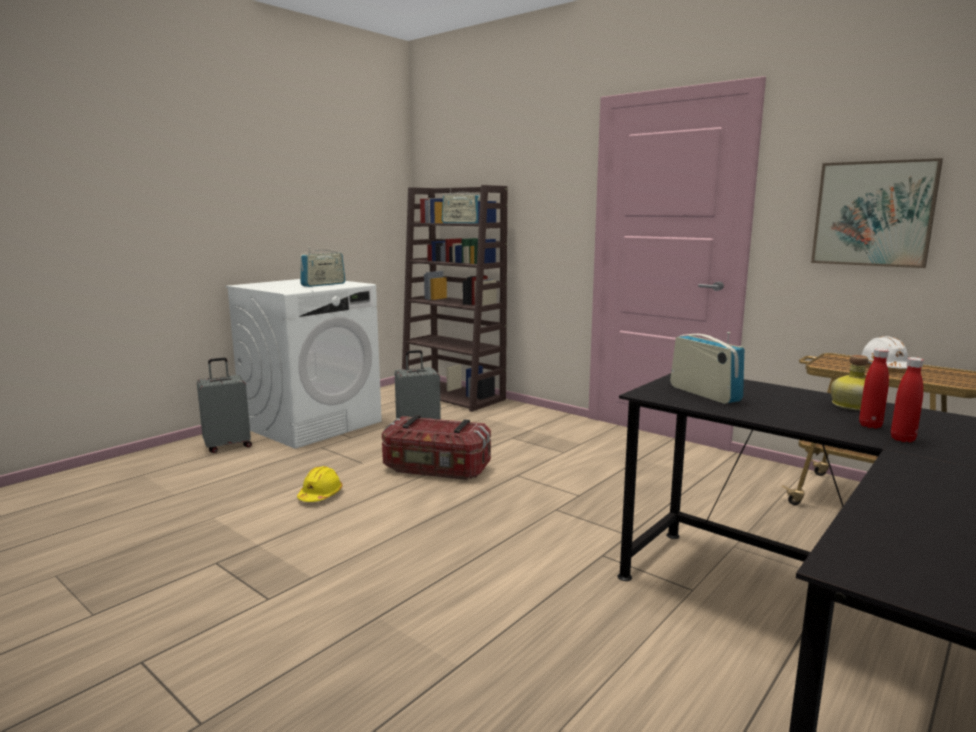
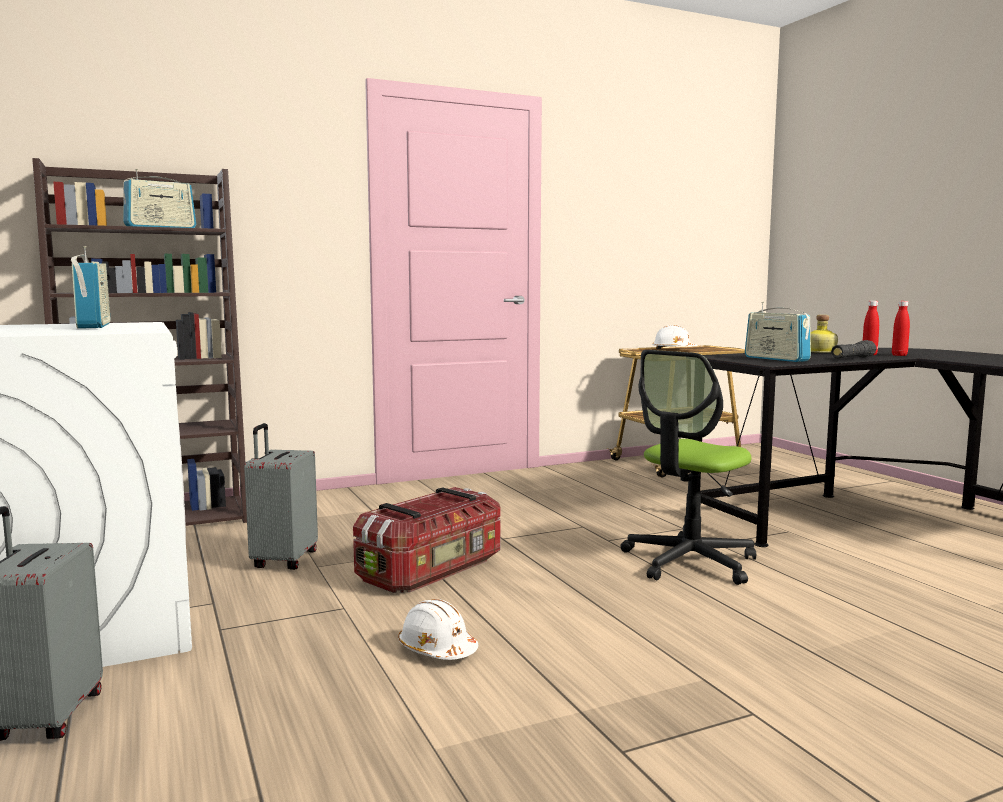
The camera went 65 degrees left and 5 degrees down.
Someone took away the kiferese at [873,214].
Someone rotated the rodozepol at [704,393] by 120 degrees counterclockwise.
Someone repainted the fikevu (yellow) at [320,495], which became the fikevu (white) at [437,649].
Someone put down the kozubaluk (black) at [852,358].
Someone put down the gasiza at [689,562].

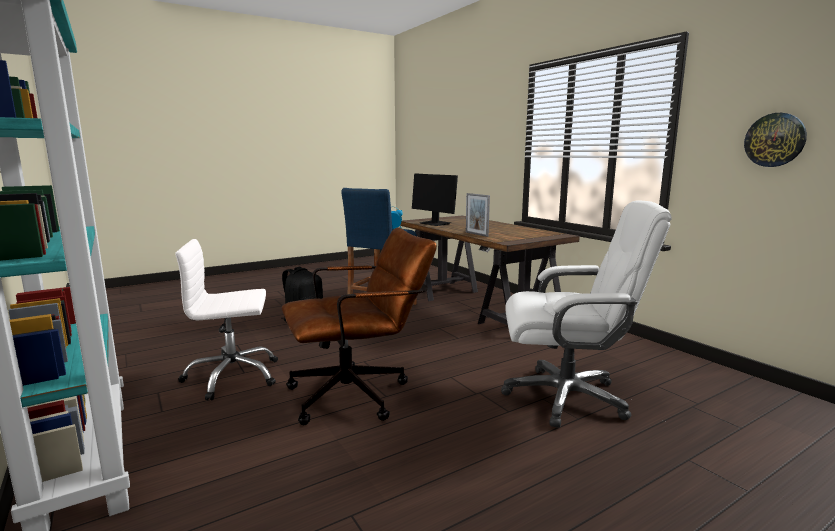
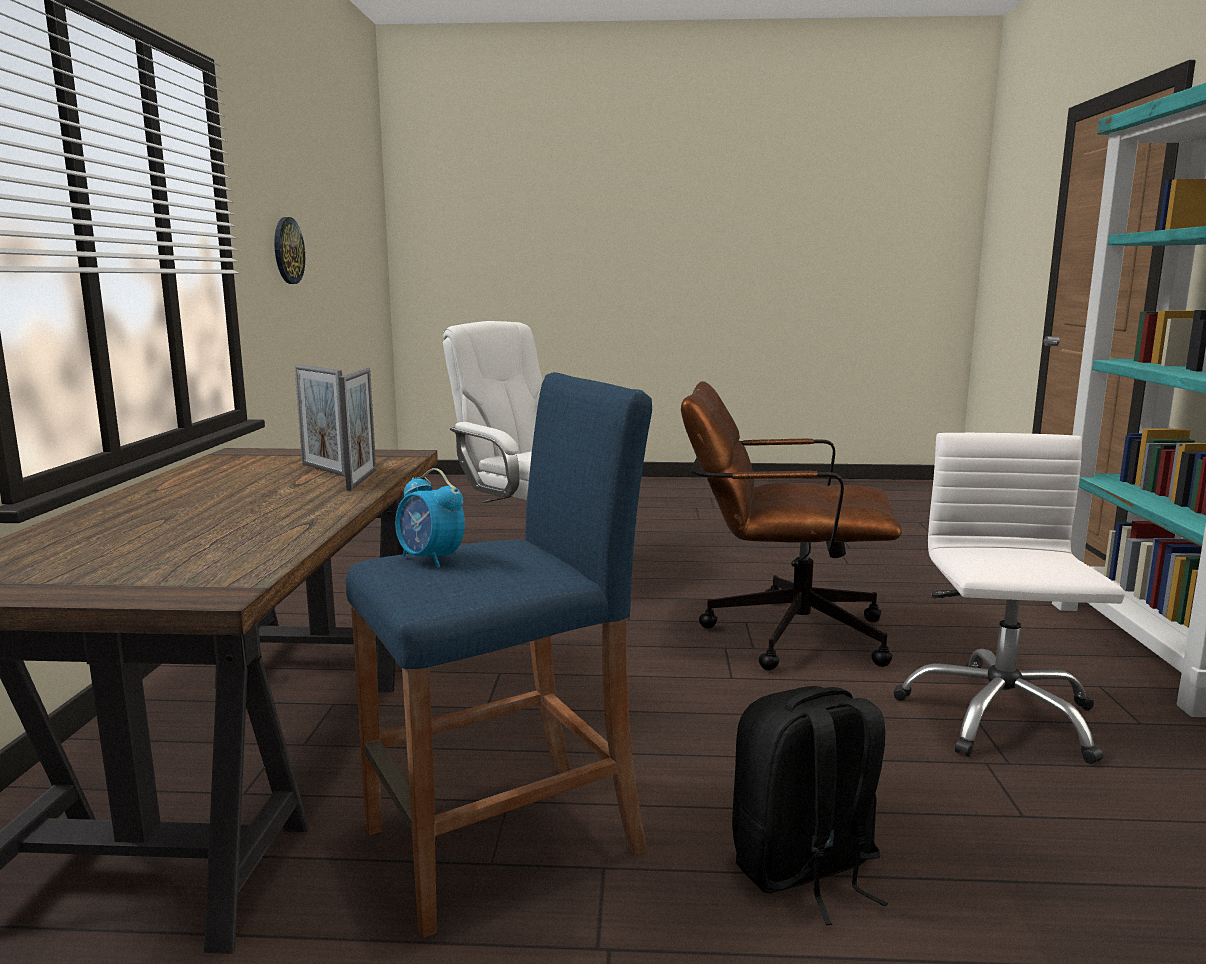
The camera went 145 degrees left and 0 degrees up.
Someone took away the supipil at [435,223].
Someone rotated the gasiza (white) at [232,376] by 105 degrees counterclockwise.
Someone put down the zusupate at [324,470].

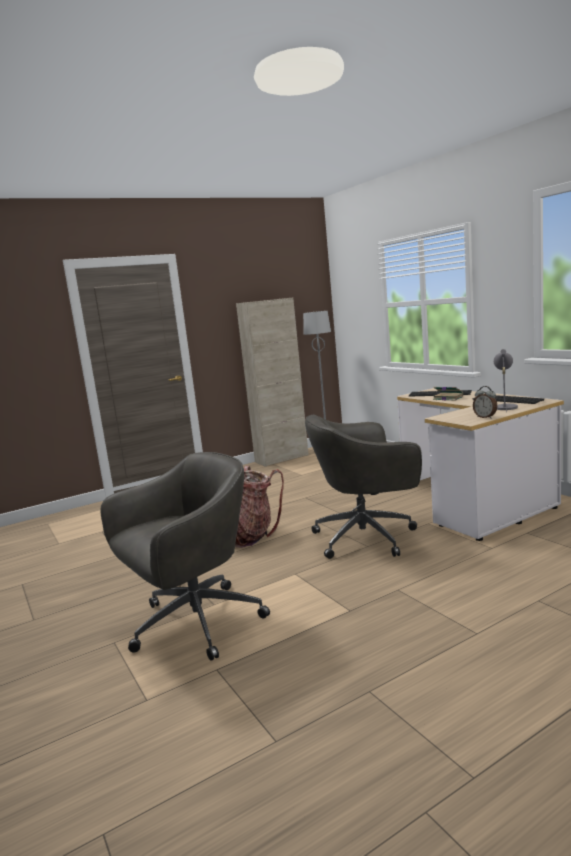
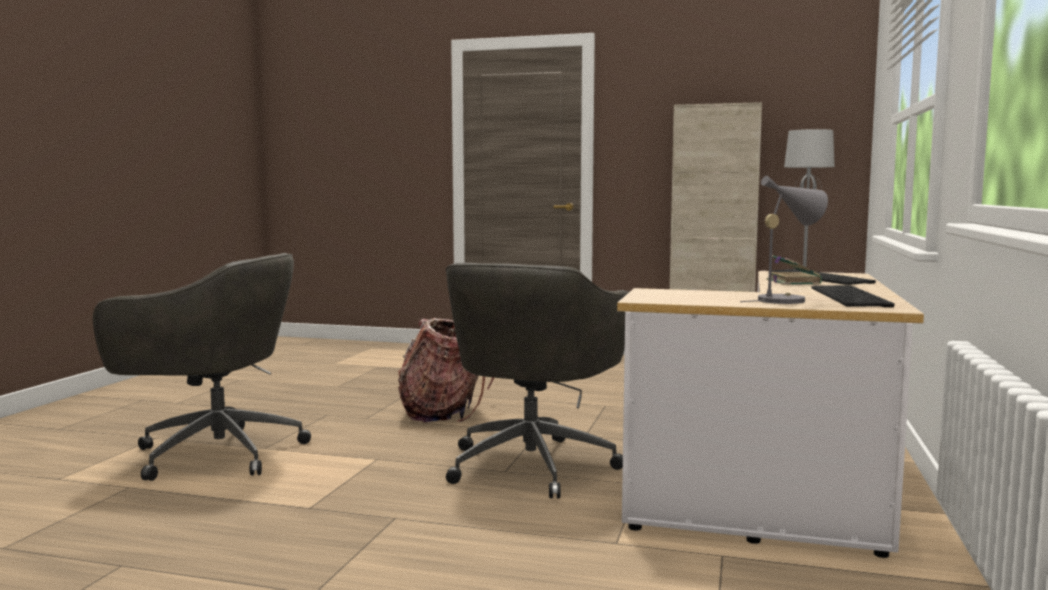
The camera went 45 degrees right and 5 degrees down.
Someone took away the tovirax at [485,417].
Someone rotated the gasiza (grey) at [367,537] by 105 degrees counterclockwise.

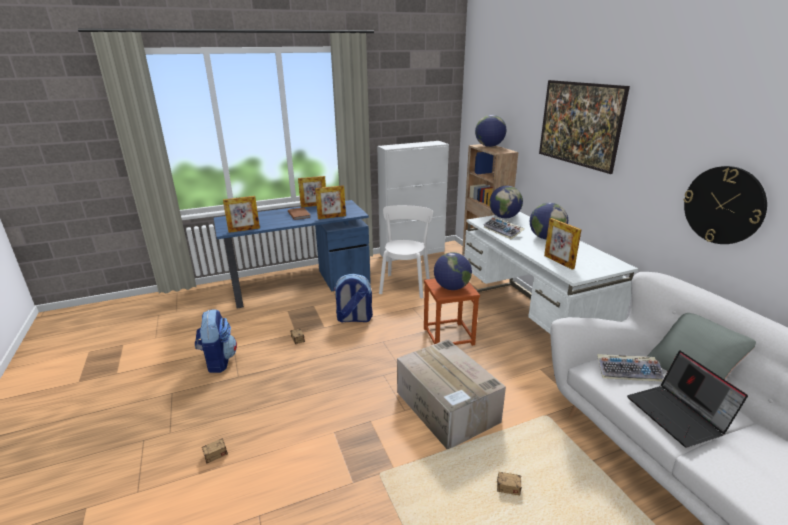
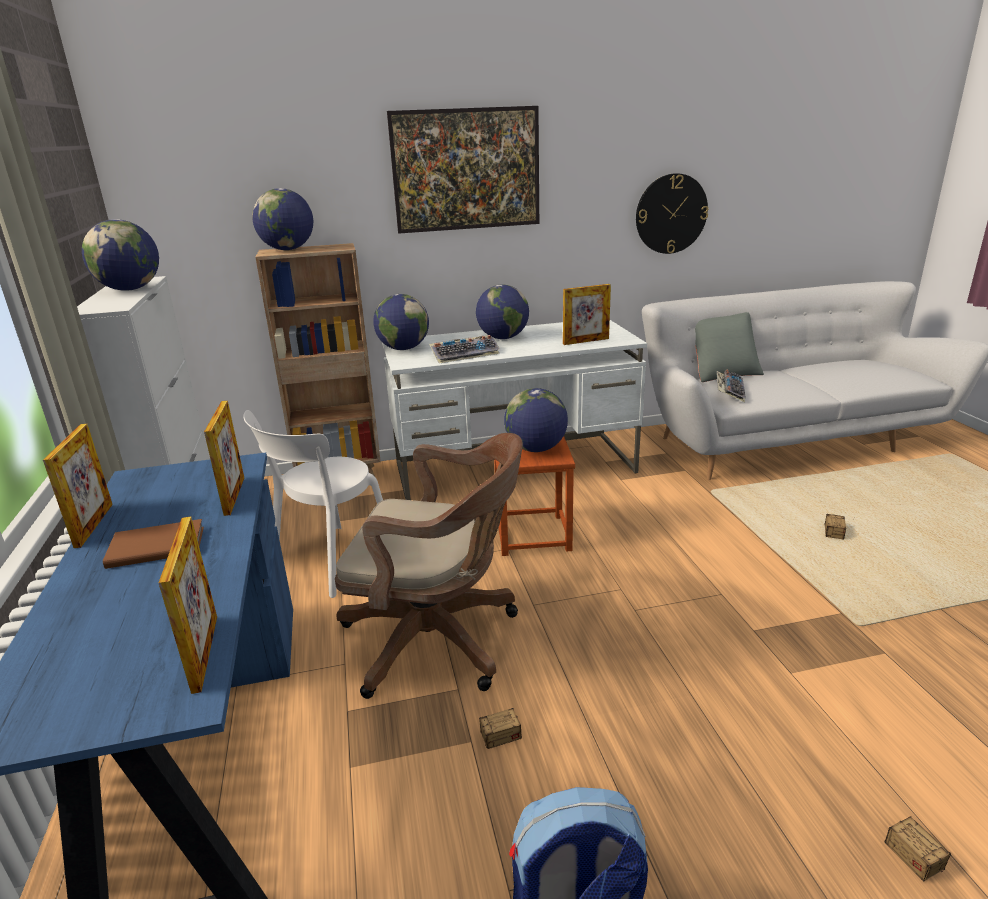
The camera went 80 degrees left and 0 degrees up.
Someone rotated the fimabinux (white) at [405,284] by 75 degrees counterclockwise.
Someone swapped the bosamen at [353,319] for the gasiza (brown) at [439,640].
Someone took away the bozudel at [448,407].
Someone took away the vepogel at [678,415].
Someone put down the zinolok at [130,289].

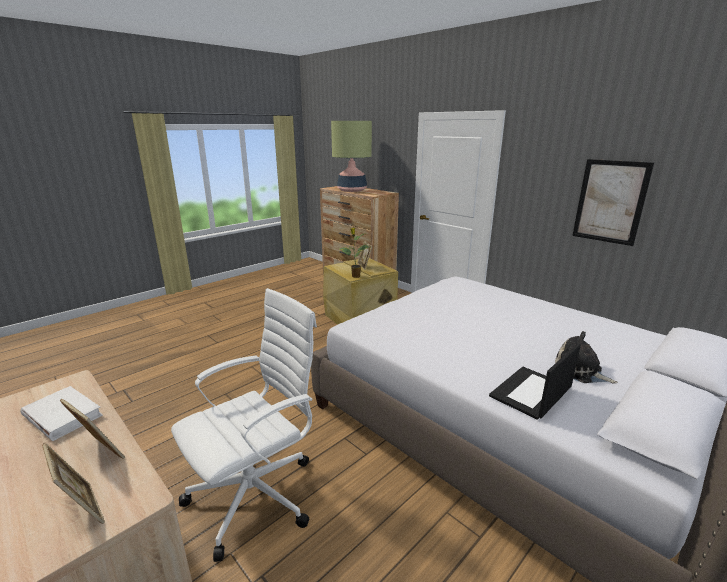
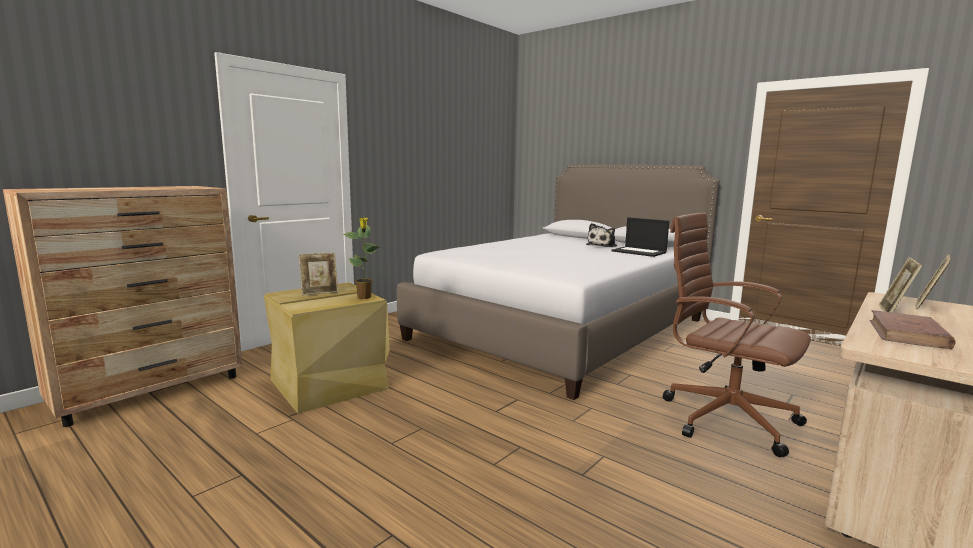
The camera went 95 degrees left and 10 degrees down.
Someone took away the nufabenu at [352,190].
Someone took away the kiferese at [610,202].
Someone repainted the gasiza (white) at [257,494], which became the gasiza (brown) at [724,418].
Someone repainted the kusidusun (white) at [62,415], which became the kusidusun (brown) at [907,334].

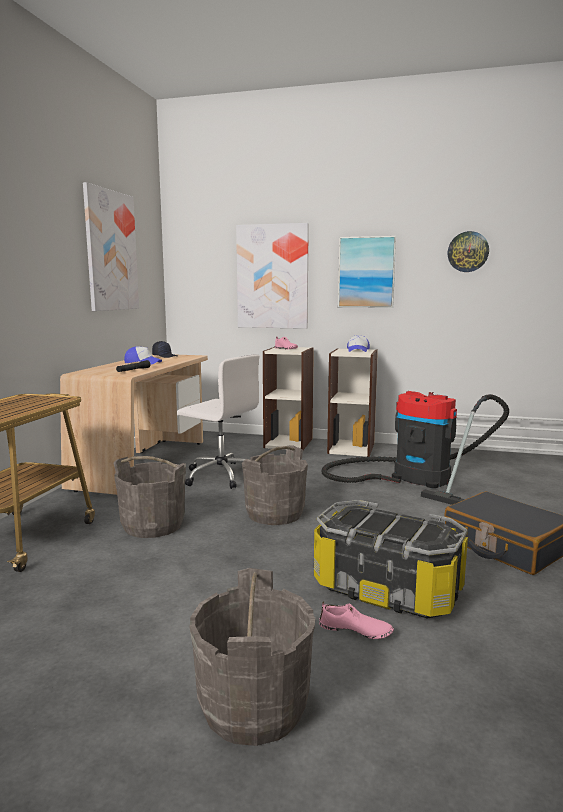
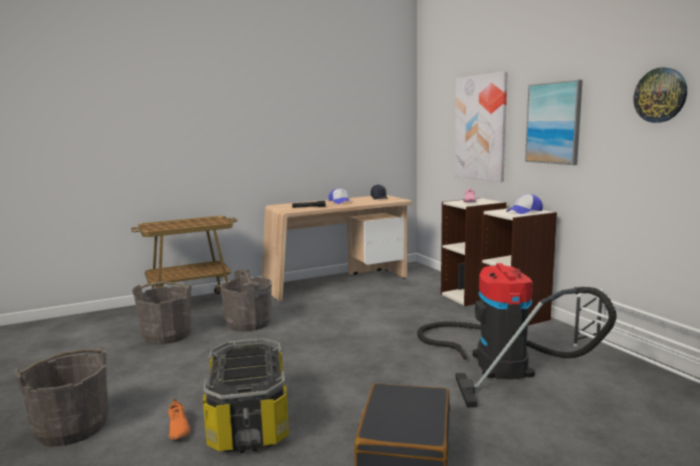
The camera went 50 degrees right and 0 degrees up.
Someone took away the kiferese at [111,251].
Someone took away the gasiza (white) at [220,475].
Someone carried the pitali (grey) from [274,514] to [167,335].
Someone repainted the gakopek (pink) at [355,630], which became the gakopek (orange) at [178,428].

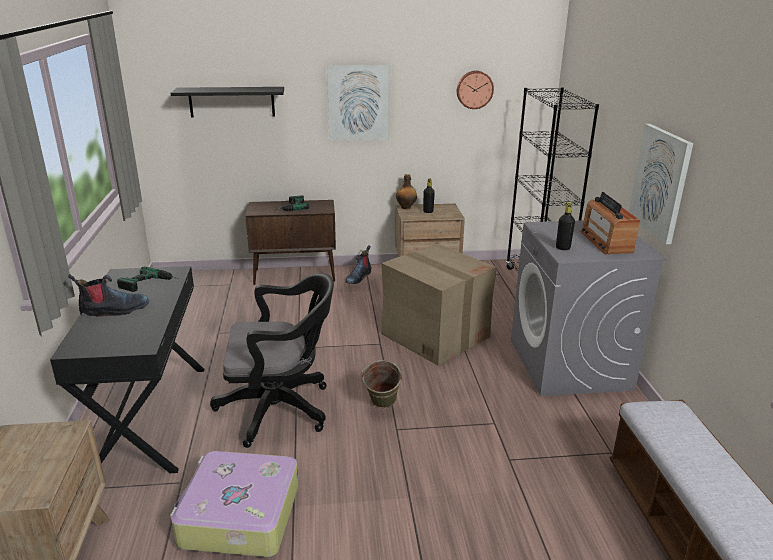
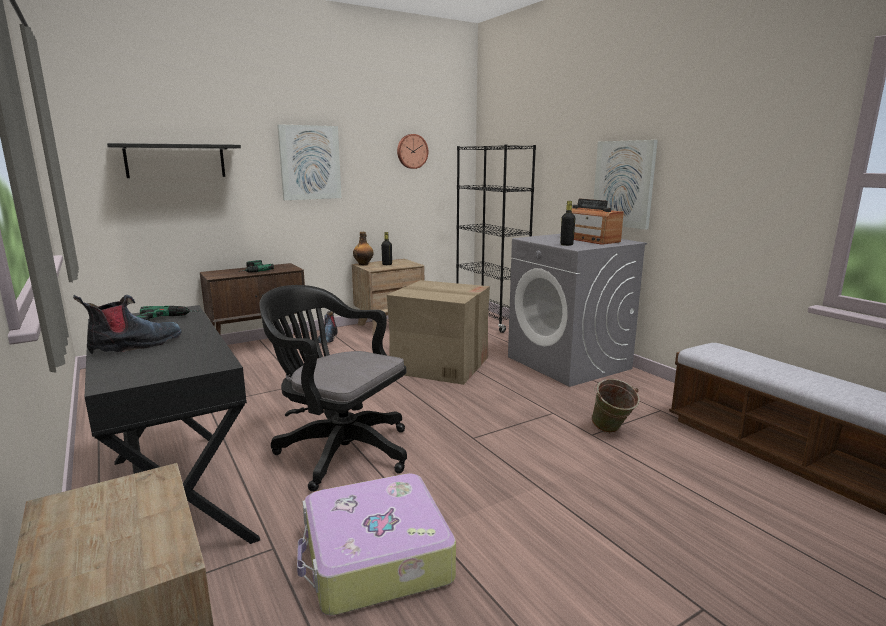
The camera went 25 degrees left and 10 degrees down.
Someone rotated the gasiza (black) at [281,409] by 120 degrees counterclockwise.
Someone carried the pitali (green) from [381,407] to [611,432].

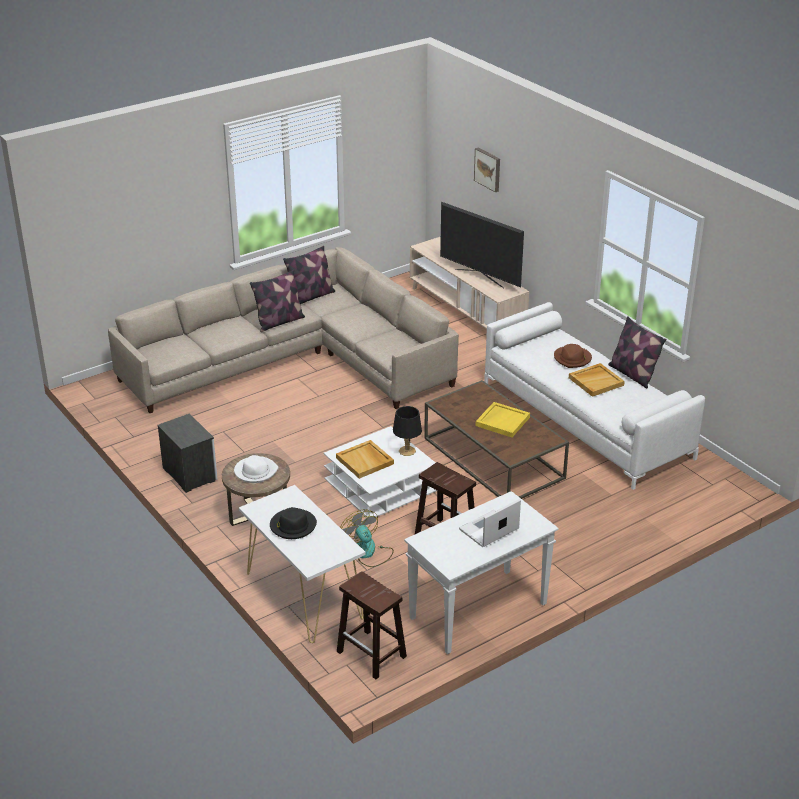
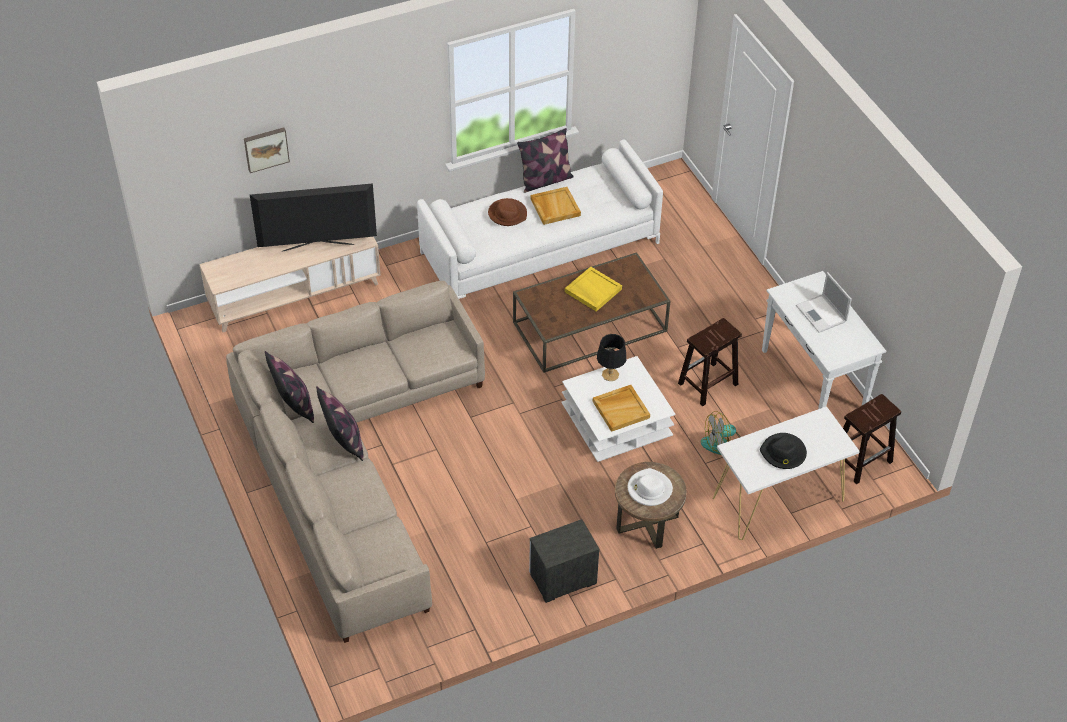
The camera went 80 degrees left and 15 degrees up.
Someone rotated the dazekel at [479,278] by 150 degrees counterclockwise.

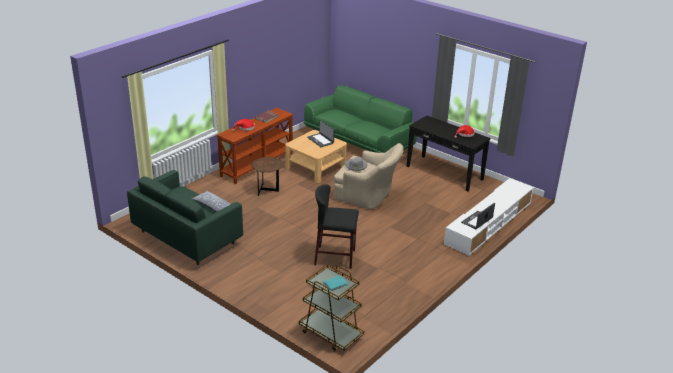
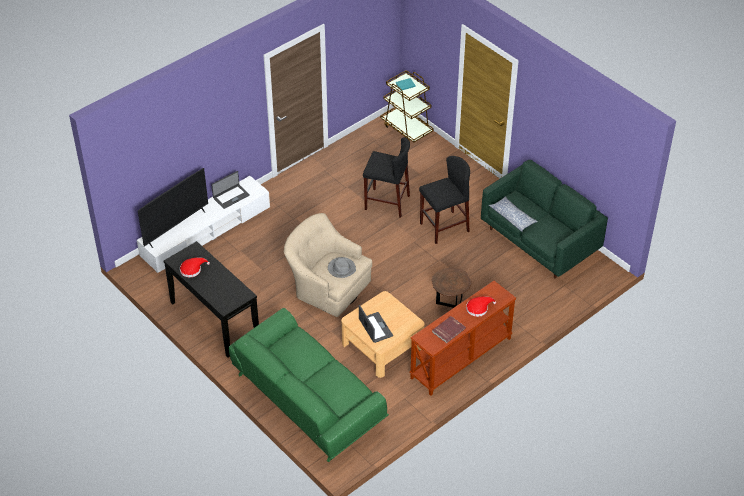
The camera went 170 degrees left and 15 degrees up.
Someone put down the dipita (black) at [444,227].
Someone put down the dazekel at [176,227].

